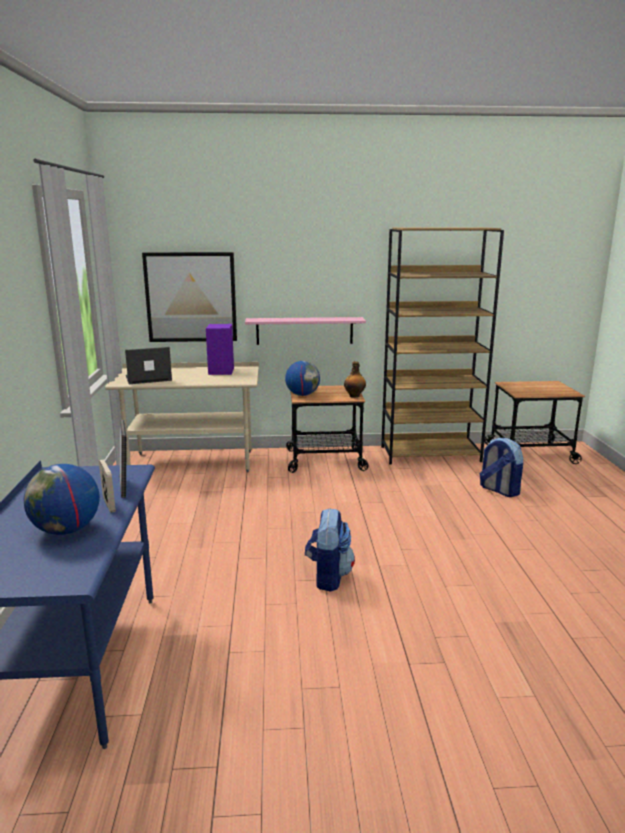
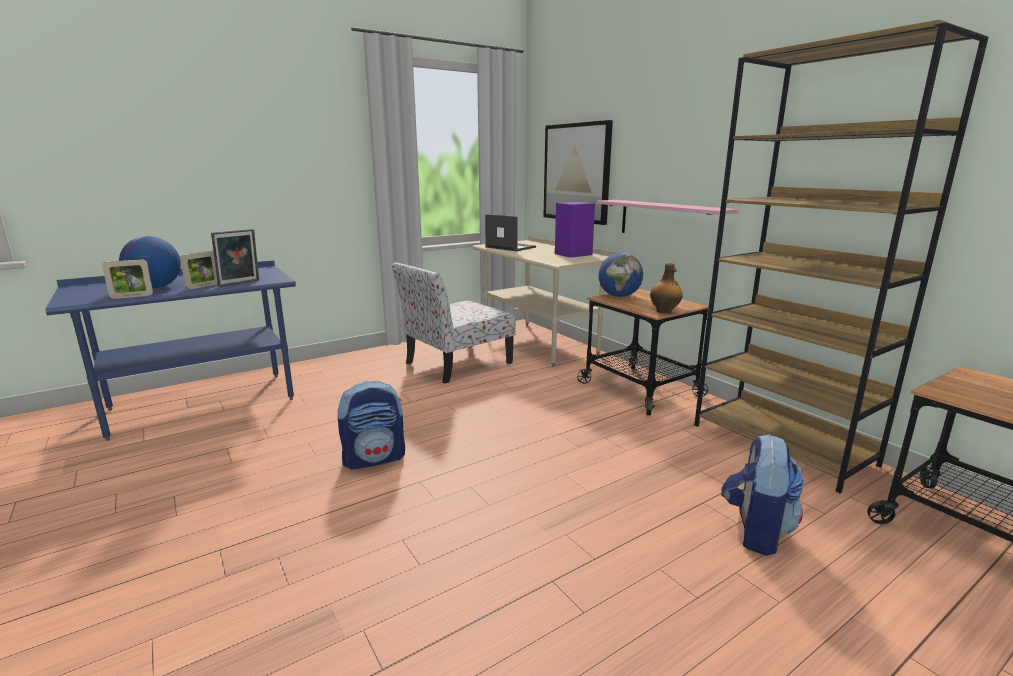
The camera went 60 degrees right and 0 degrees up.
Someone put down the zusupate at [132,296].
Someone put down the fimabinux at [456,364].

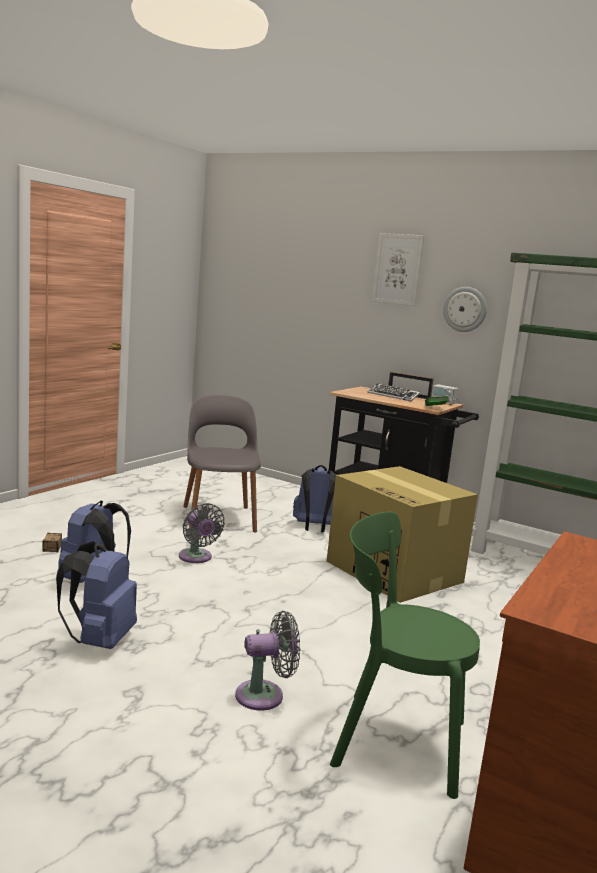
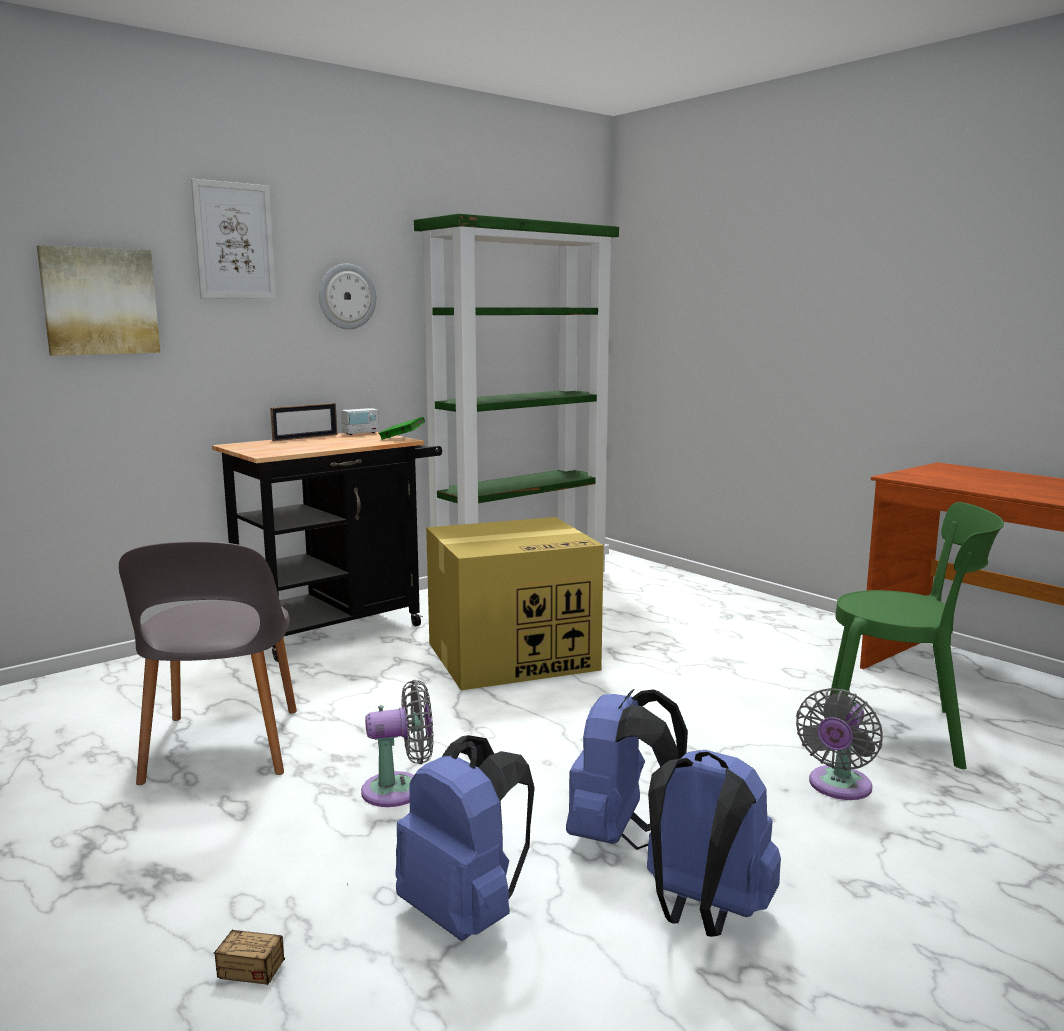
The camera went 70 degrees left and 0 degrees up.
Someone took away the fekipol at [393,396].
Someone rotated the fimabinux (grey) at [219,518] by 105 degrees counterclockwise.
Someone carried the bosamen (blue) from [314,528] to [619,835].
Someone rotated the fimabinux (green) at [392,739] by 105 degrees counterclockwise.
Someone rotated the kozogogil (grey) at [265,695] by 150 degrees counterclockwise.
Someone put up the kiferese at [99,301].

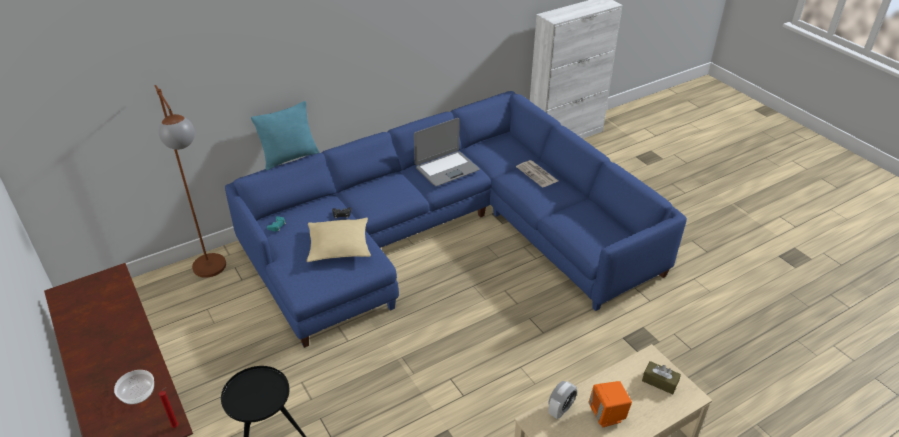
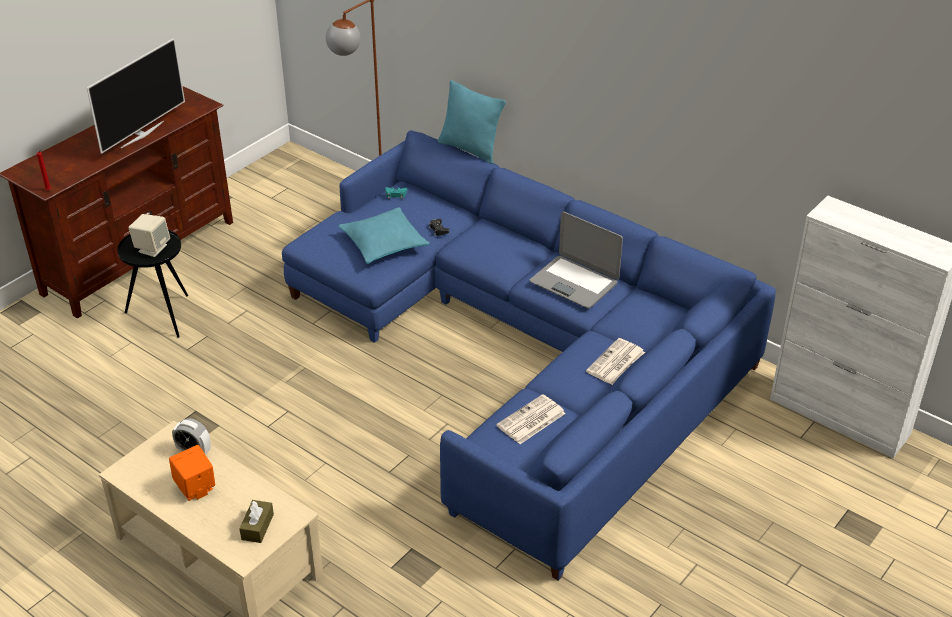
The camera went 70 degrees right and 0 degrees up.
Someone repainted the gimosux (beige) at [339,246], which became the gimosux (turquoise) at [384,243].
Someone took away the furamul at [138,394].
Someone put down the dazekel at [141,134].
Someone put down the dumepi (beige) at [152,248].
Someone put down the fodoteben at [531,420].

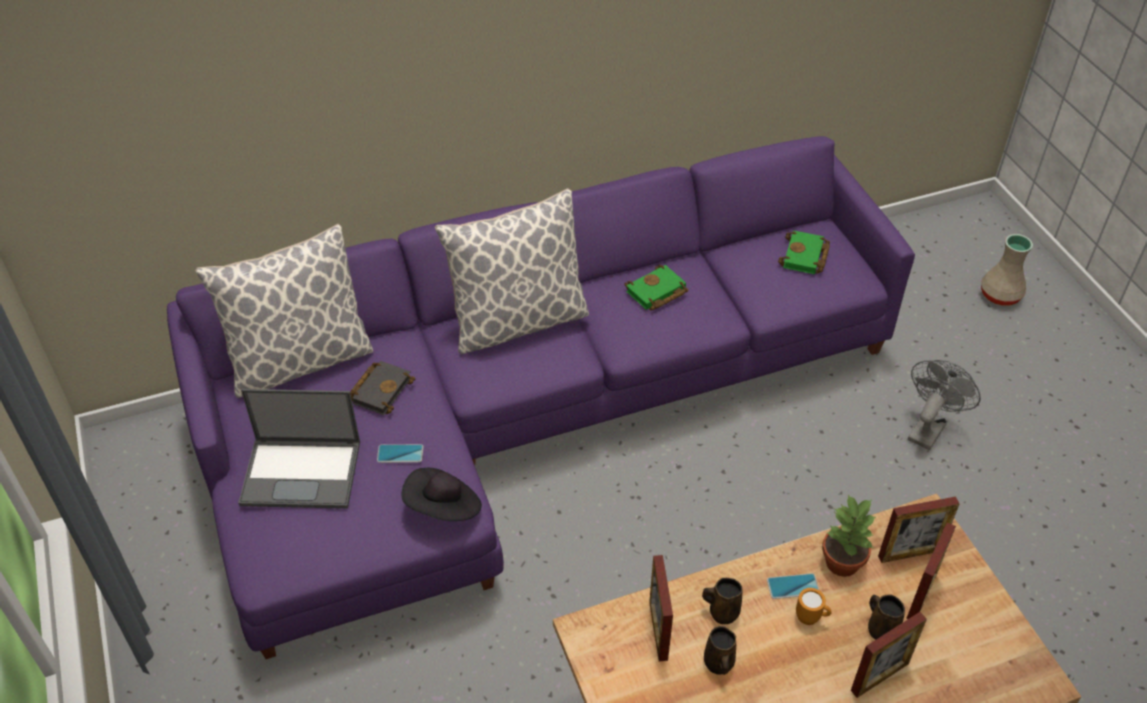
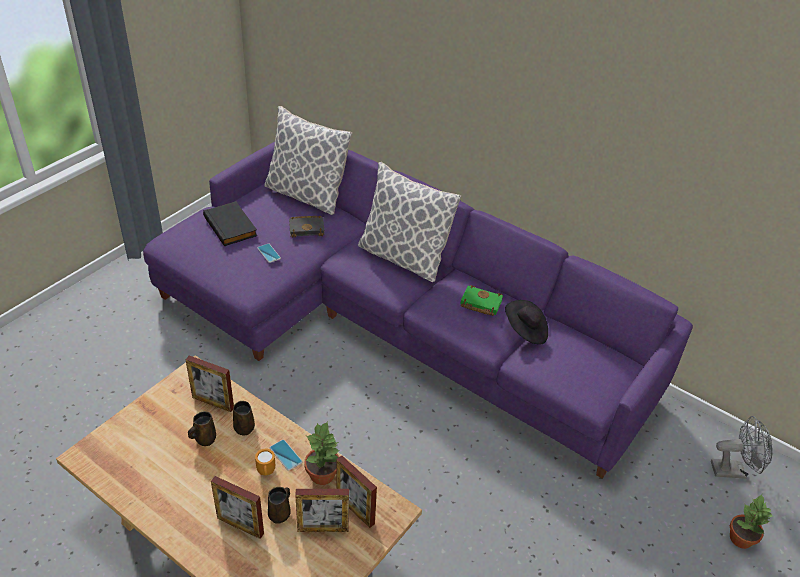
The camera went 55 degrees right and 5 degrees down.
Someone took away the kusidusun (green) at [805,257].
Someone swapped the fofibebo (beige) at [999,295] for the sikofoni at [740,538].
Someone carried the kozogogil (grey) from [928,427] to [733,470].
Someone swapped the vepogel at [303,472] for the kusidusun (black) at [231,226].
Someone carried the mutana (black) from [444,508] to [525,331].
Someone rotated the zusupate at [658,631] by 120 degrees counterclockwise.

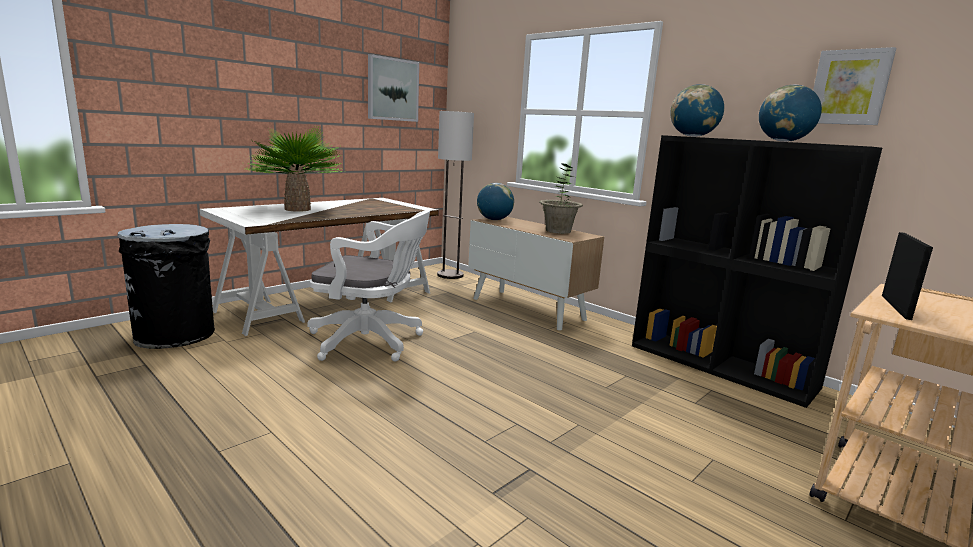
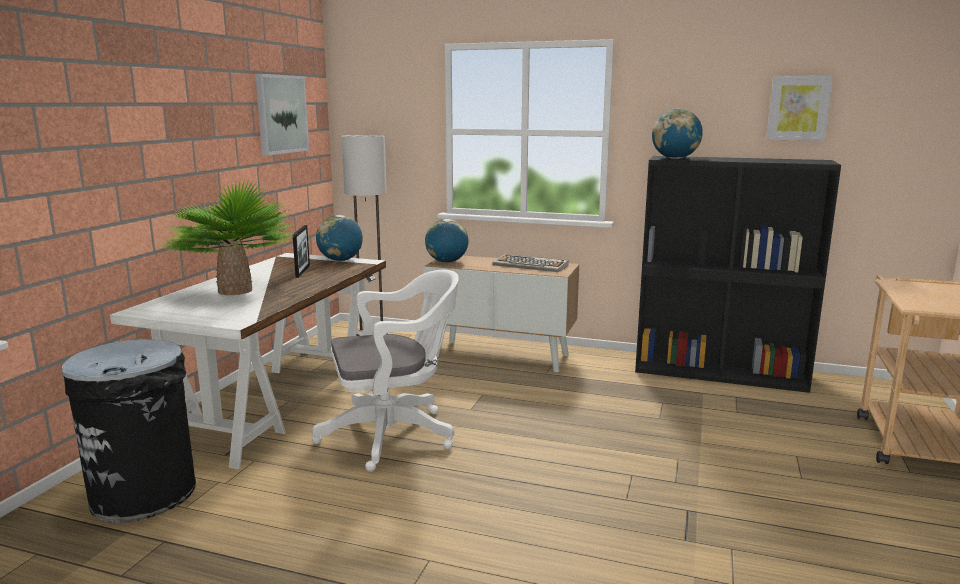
The camera went 25 degrees left and 0 degrees up.
Someone carried the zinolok from [783,141] to [340,260].
Someone swapped the sikofoni at [558,231] for the fekipol at [531,265].
Someone carried the zusupate from [895,307] to [303,271].

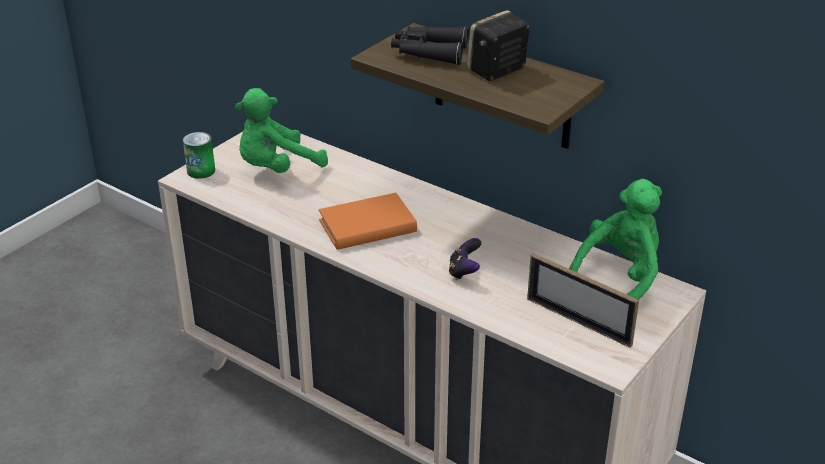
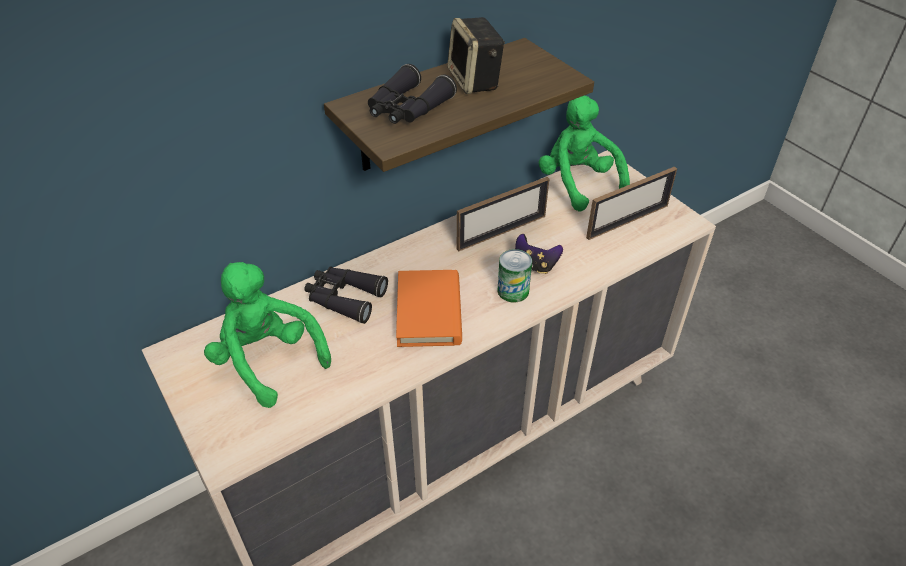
The camera went 70 degrees left and 10 degrees up.
Someone rotated the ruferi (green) at [277,168] by 150 degrees clockwise.
Someone carried the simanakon from [201,171] to [513,291].
Someone put down the zusupate at [501,232].
Someone put down the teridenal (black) at [344,298].

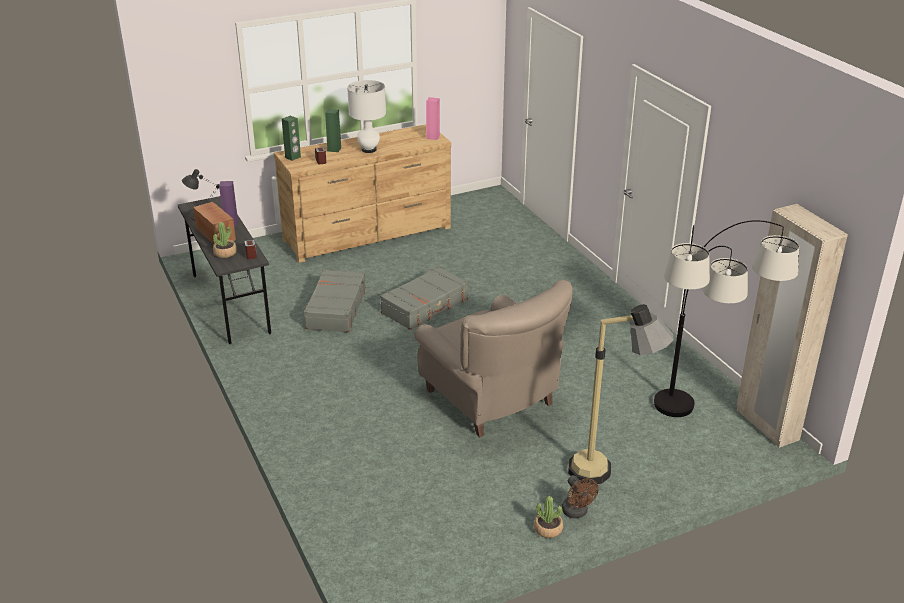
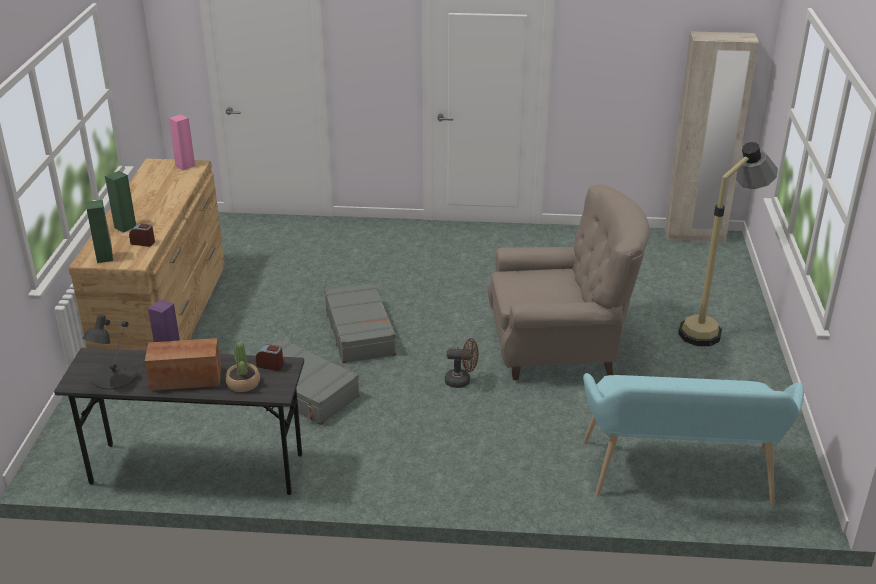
The camera went 60 degrees left and 0 degrees up.
Someone took away the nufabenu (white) at [369,150].
Someone took away the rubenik at [691,436].
Someone carried the kozogogil (brown) from [577,513] to [462,381].
Someone took away the sikofoni at [548,529].
Someone put down the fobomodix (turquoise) at [679,478].

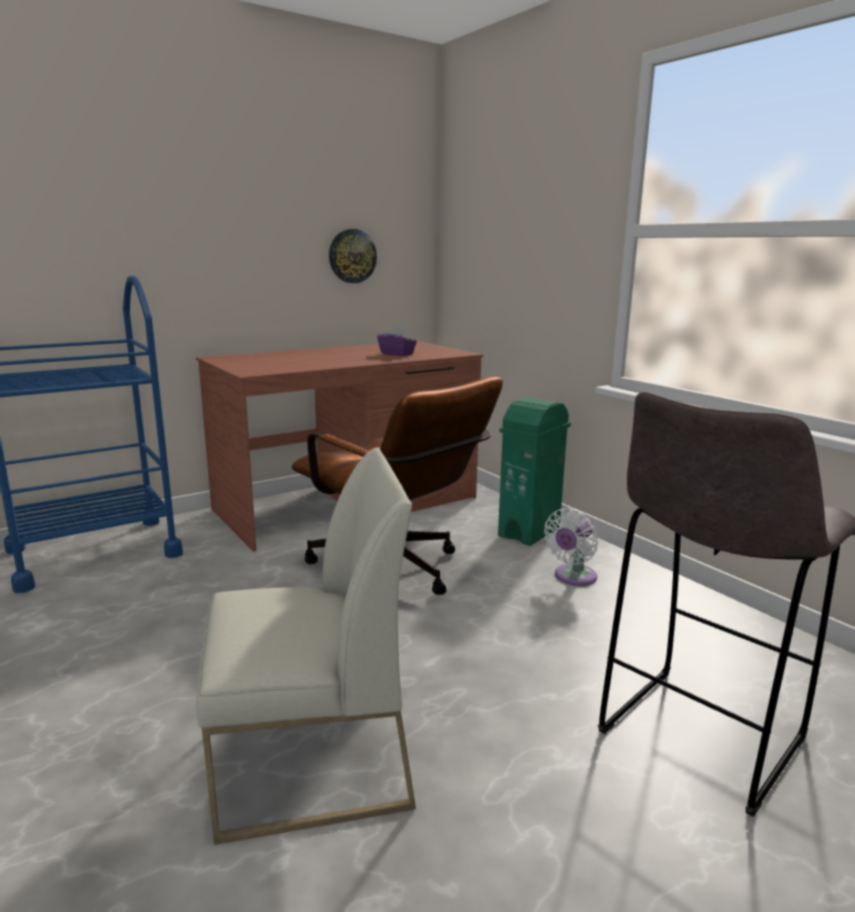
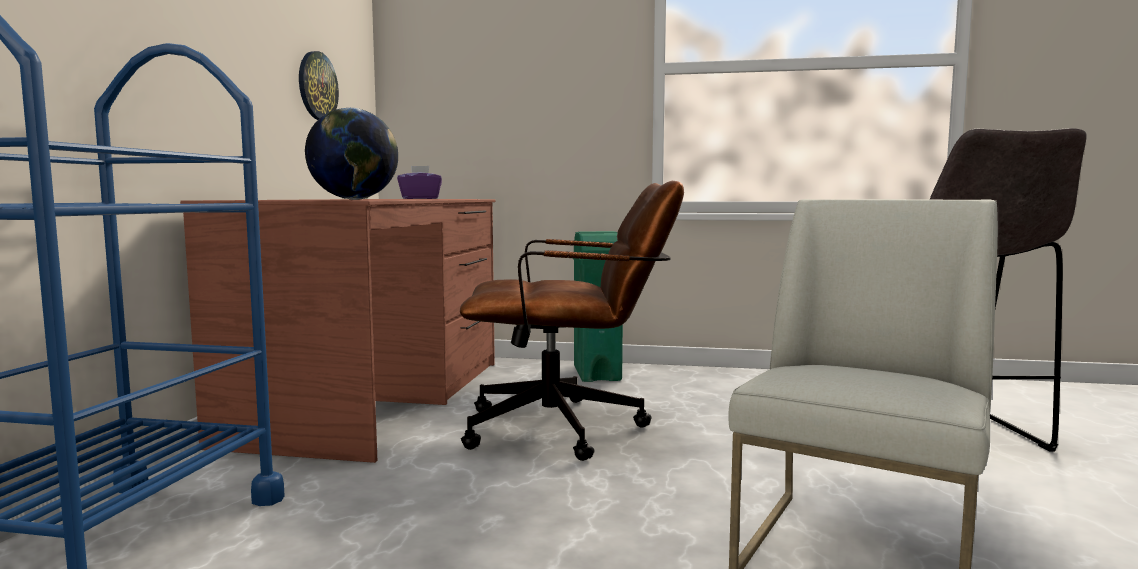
The camera went 45 degrees left and 10 degrees down.
Someone took away the kozogogil (white) at [573,577].
Someone put down the zinolok at [354,199].

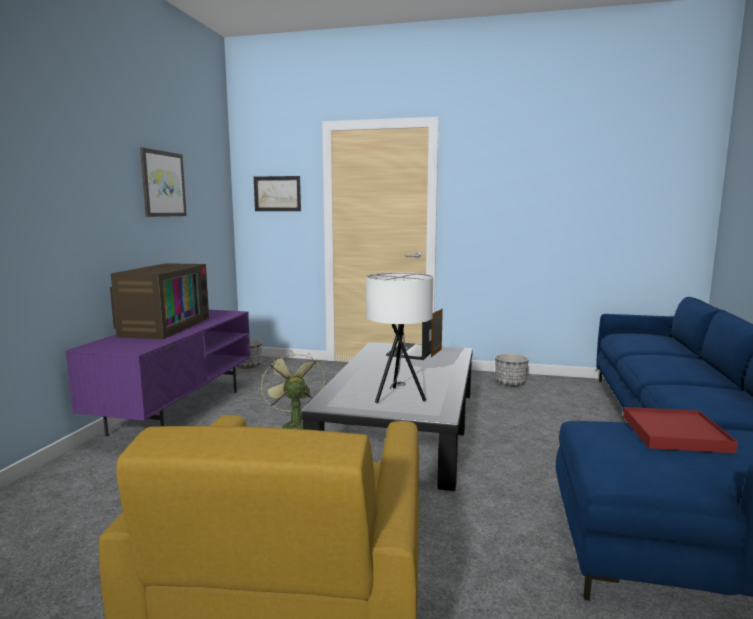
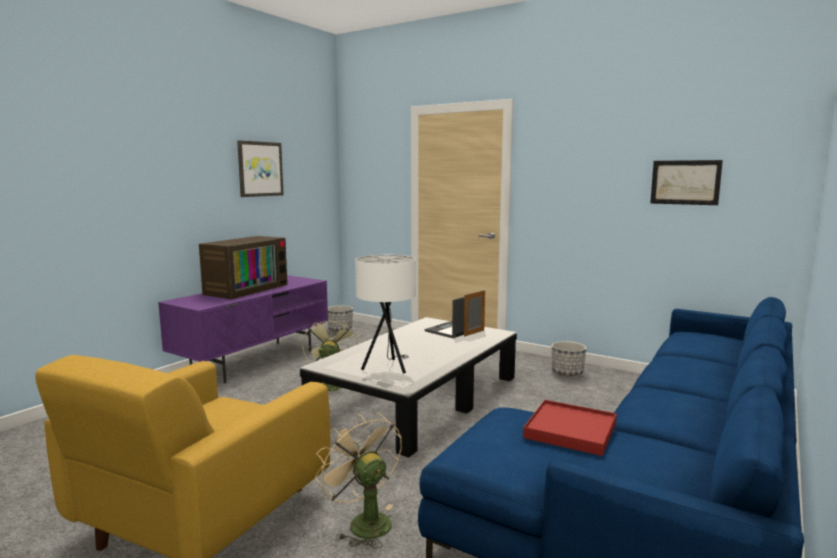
The camera went 20 degrees right and 0 degrees up.
Someone carried the kiferese from [277,193] to [685,182].
Someone put down the kozogogil (beige) at [363,522].

